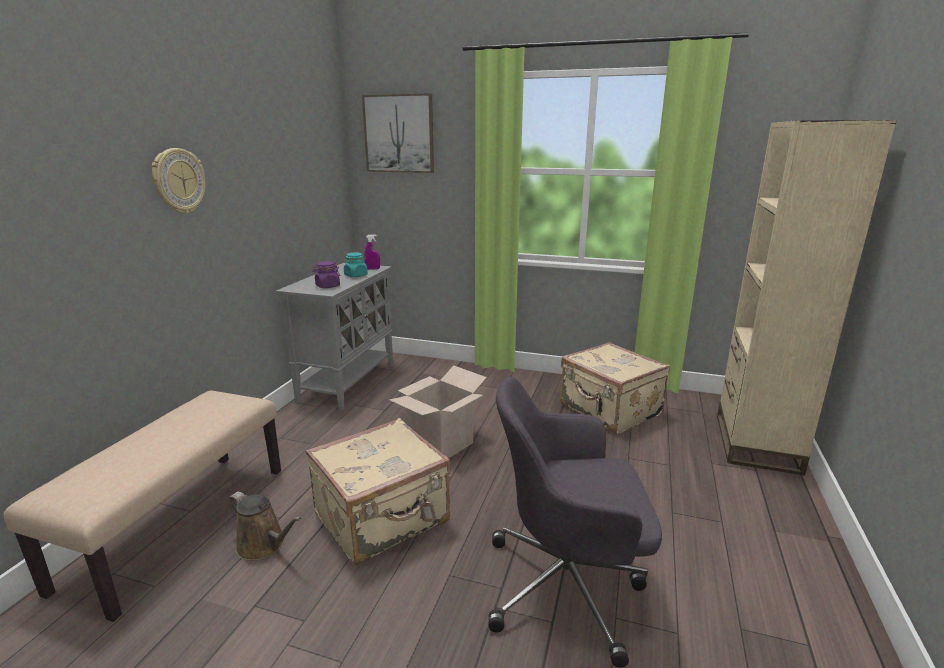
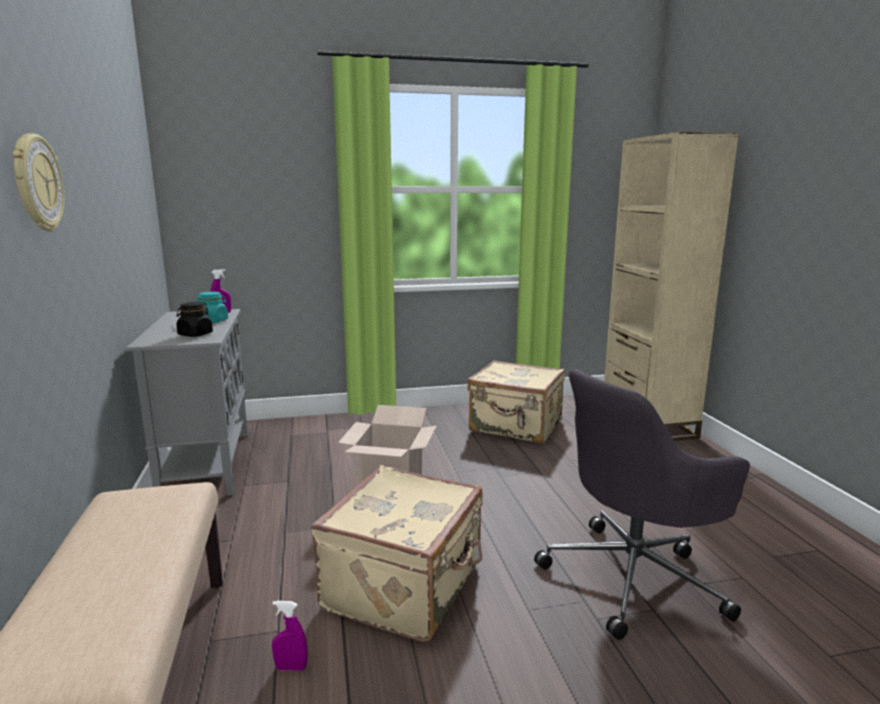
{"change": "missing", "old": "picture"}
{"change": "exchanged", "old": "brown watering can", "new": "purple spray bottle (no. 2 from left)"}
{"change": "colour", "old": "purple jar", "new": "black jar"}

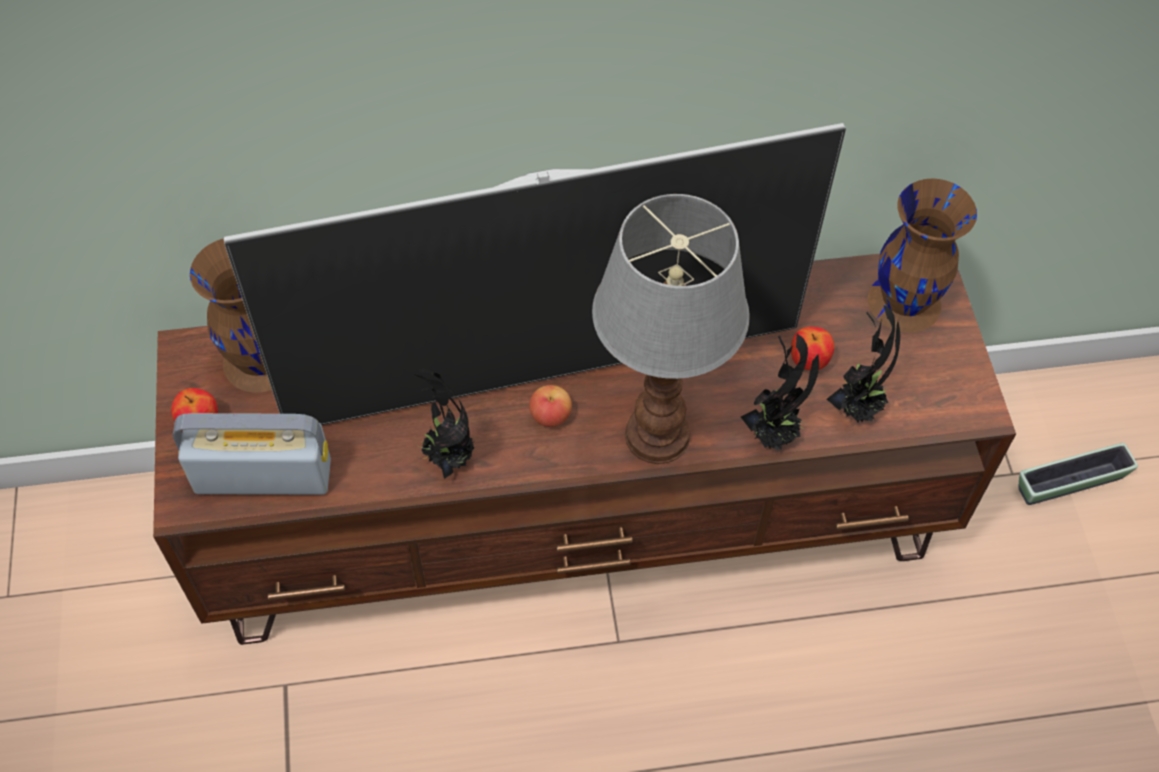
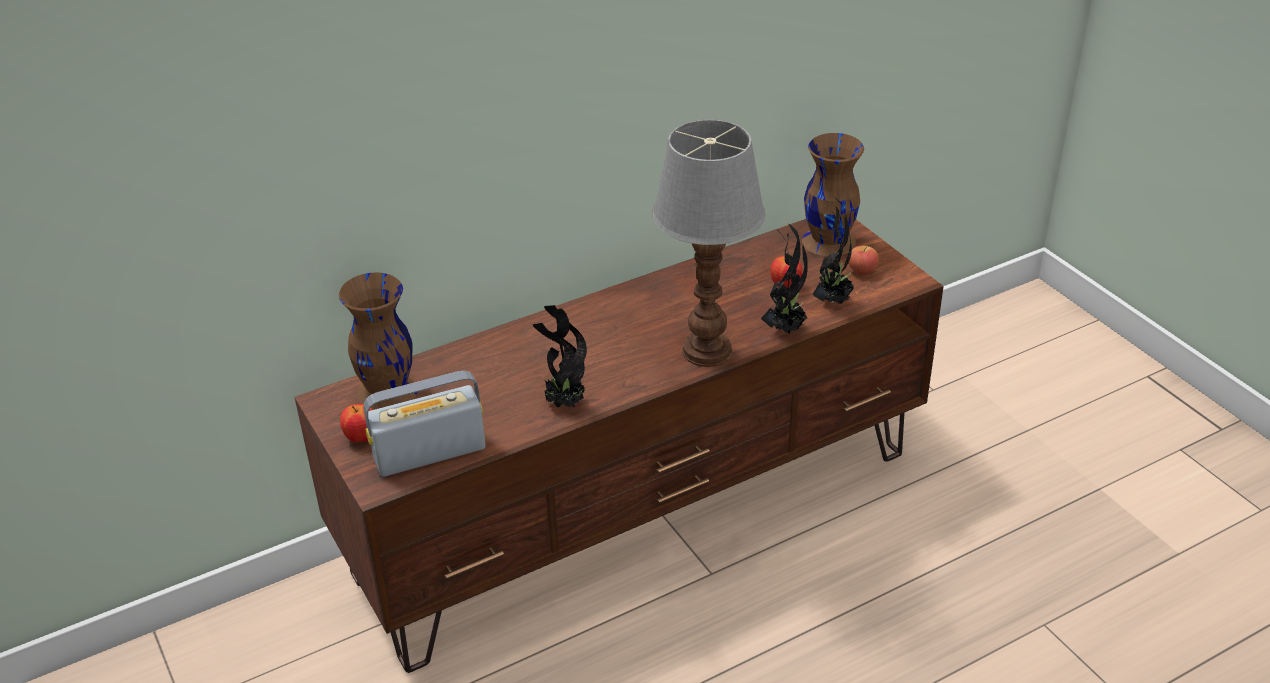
{"change": "missing", "old": "television"}
{"change": "missing", "old": "planter"}
{"change": "relocated", "old": "apple (no. 2 from left in the first image)", "new": "apple (no. 3 from left)"}

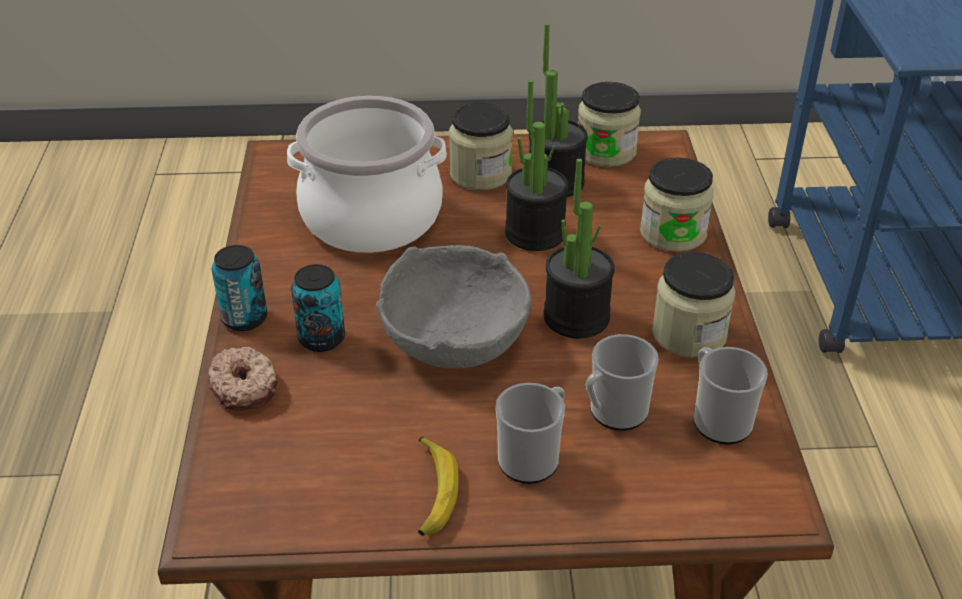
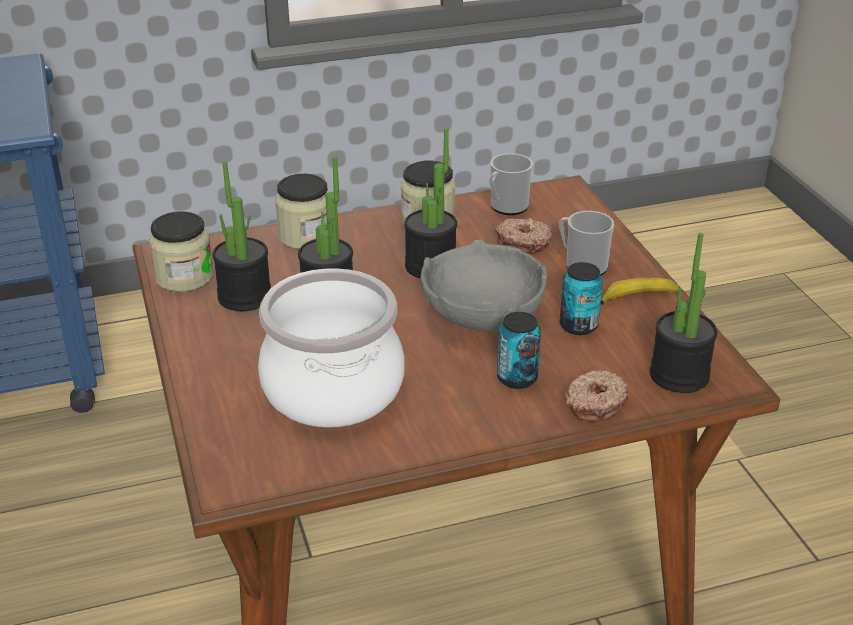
{"change": "missing", "old": "jar (no. 1 from left)"}
{"change": "appeared", "new": "potted plant (no. 4 from left)"}
{"change": "relocated", "old": "can (no. 1 from left in the first image)", "new": "can (no. 2 from left)"}
{"change": "exchanged", "old": "mug (no. 2 from left)", "new": "donut (no. 1 from left)"}

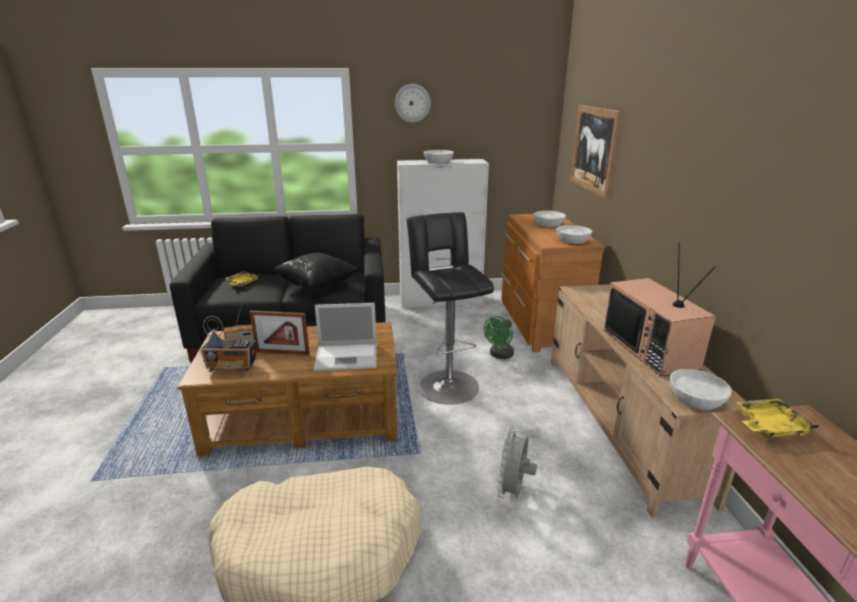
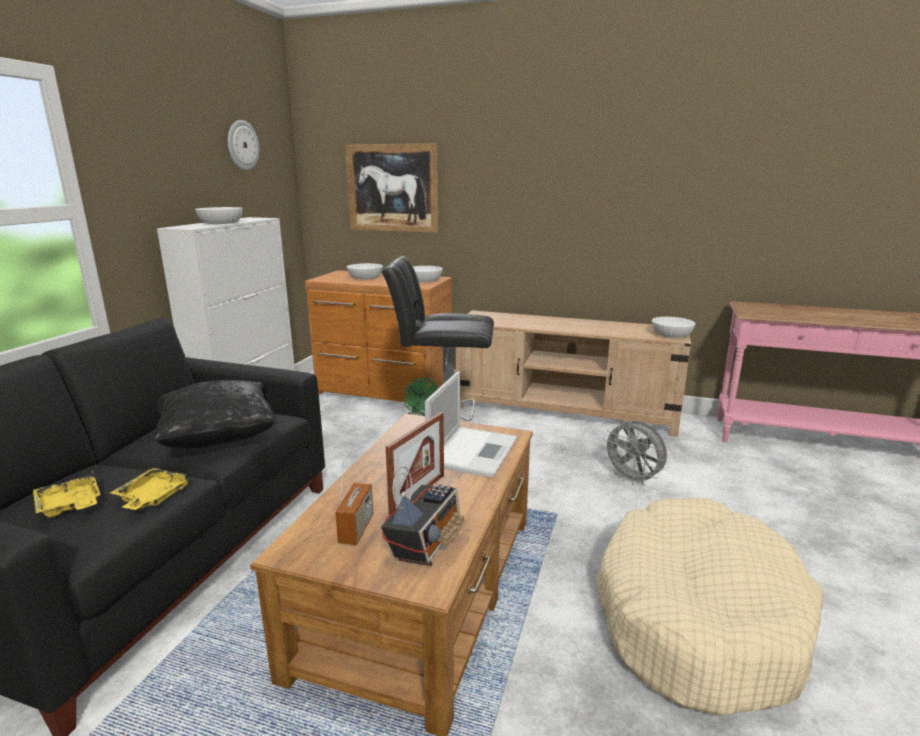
{"change": "missing", "old": "television"}
{"change": "relocated", "old": "wall clock"}
{"change": "relocated", "old": "yellow tray (no. 2 from left)"}

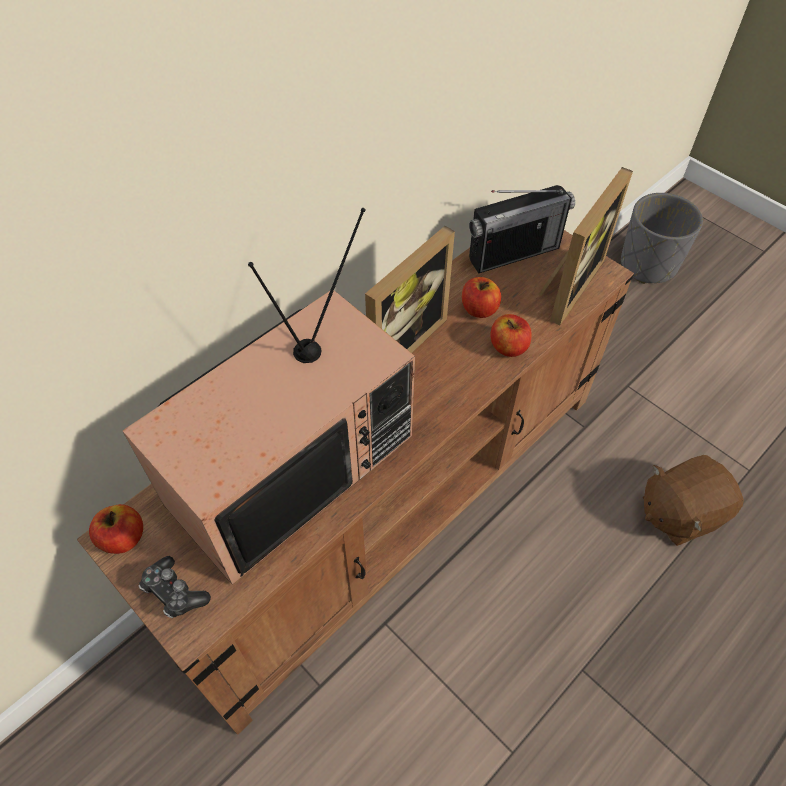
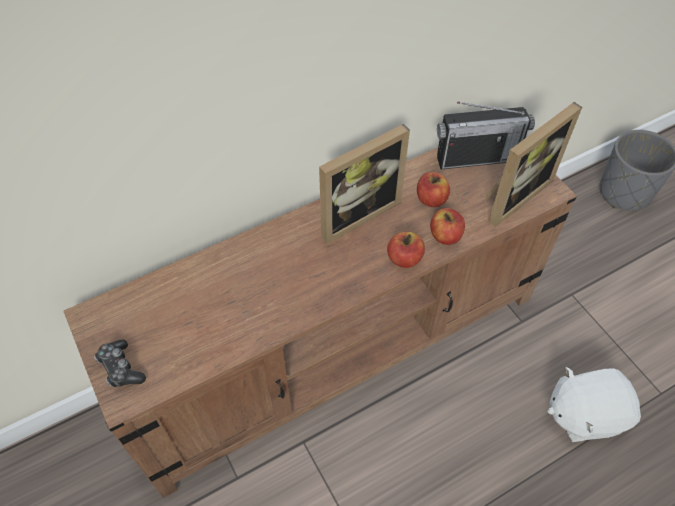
{"change": "missing", "old": "television"}
{"change": "relocated", "old": "apple (no. 1 from left)"}
{"change": "colour", "old": "brown plush toy", "new": "white plush toy"}

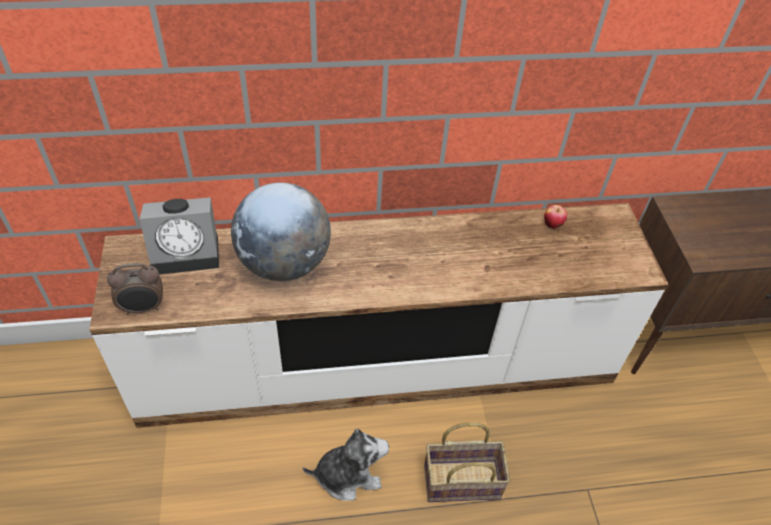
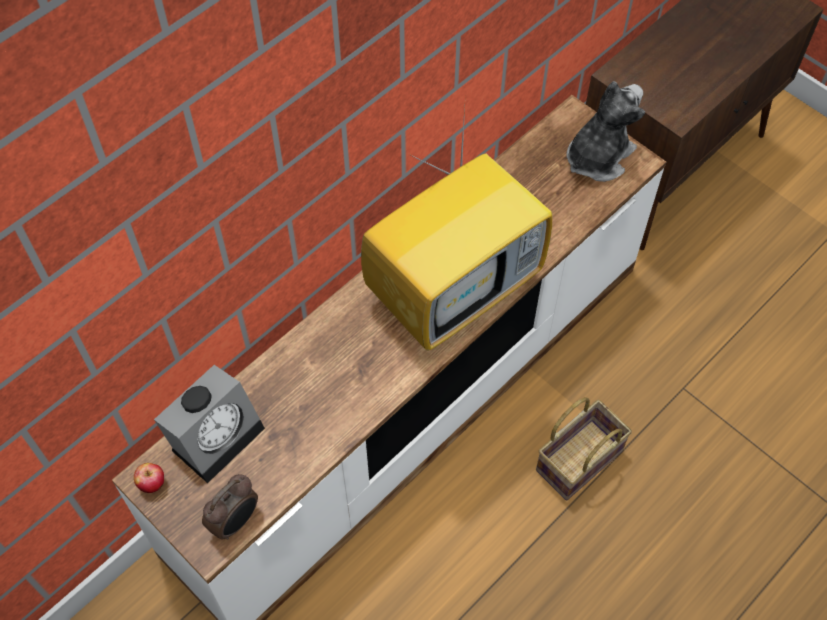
{"change": "missing", "old": "globe"}
{"change": "appeared", "new": "television"}
{"change": "relocated", "old": "plush toy"}
{"change": "relocated", "old": "apple"}

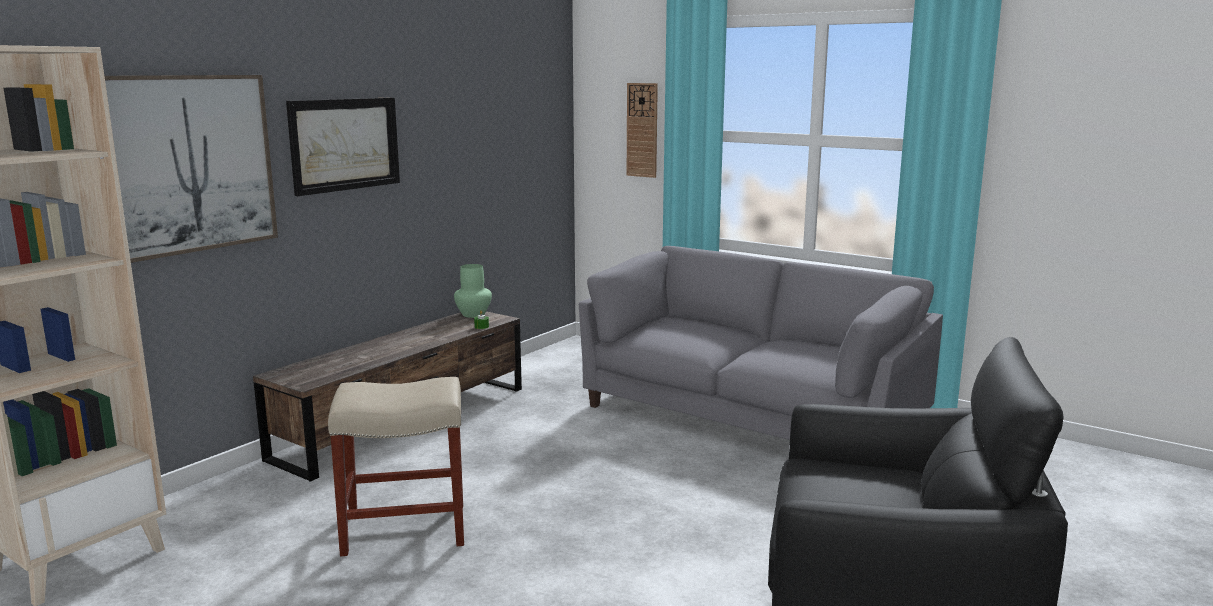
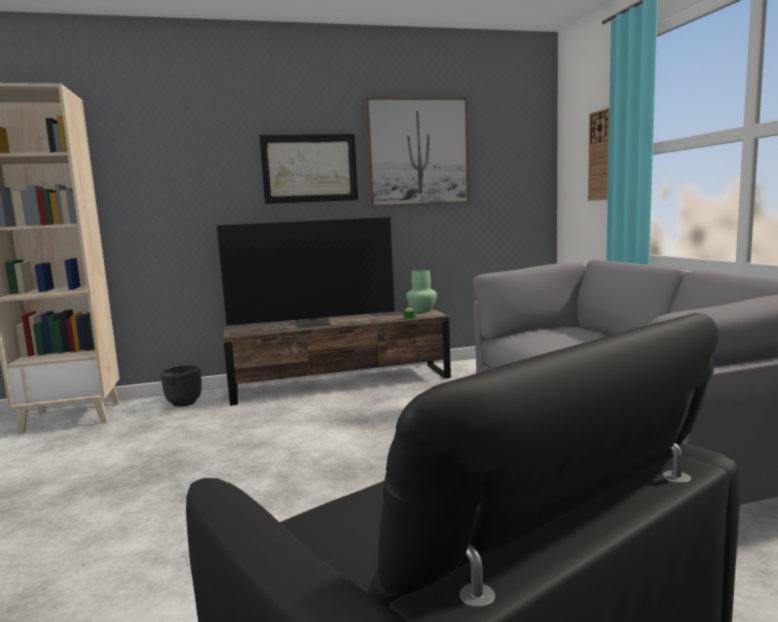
{"change": "missing", "old": "beige stool"}
{"change": "appeared", "new": "black planter"}
{"change": "appeared", "new": "television"}
{"change": "relocated", "old": "picture (no. 1 from left in the first image)", "new": "picture (no. 2 from left)"}

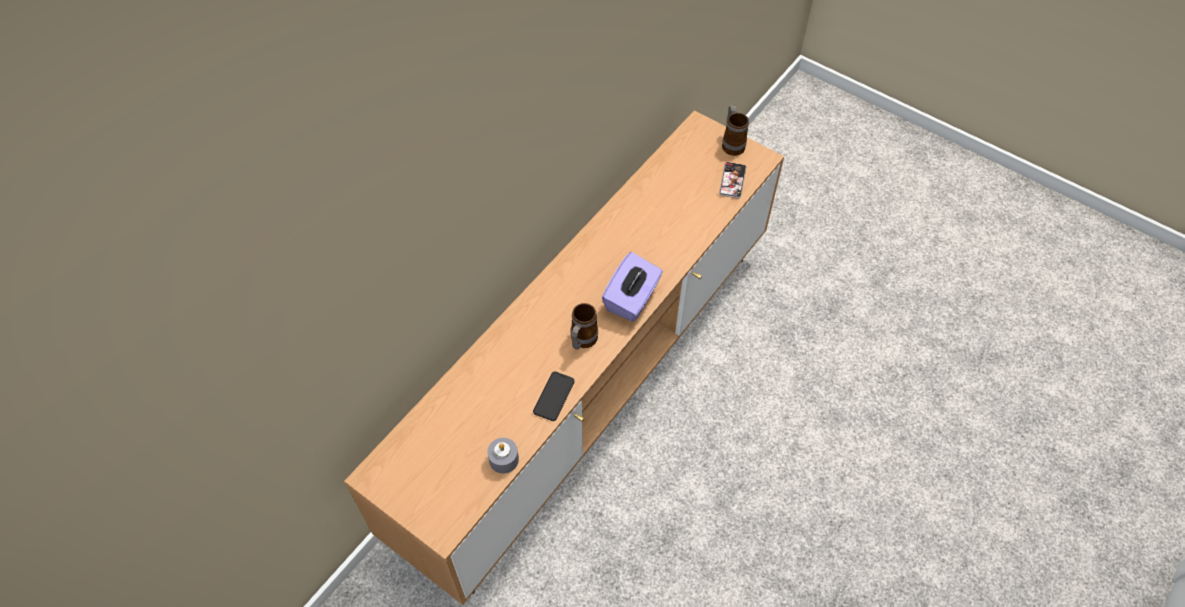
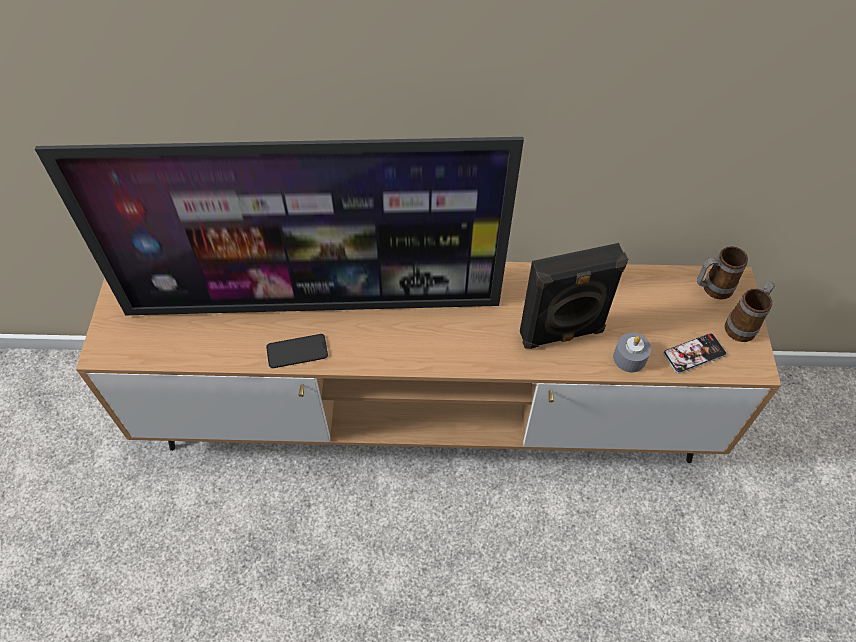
{"change": "missing", "old": "purple tissue box"}
{"change": "appeared", "new": "television"}
{"change": "appeared", "new": "black speaker"}
{"change": "relocated", "old": "grey candle"}
{"change": "relocated", "old": "mug (no. 1 from left)"}

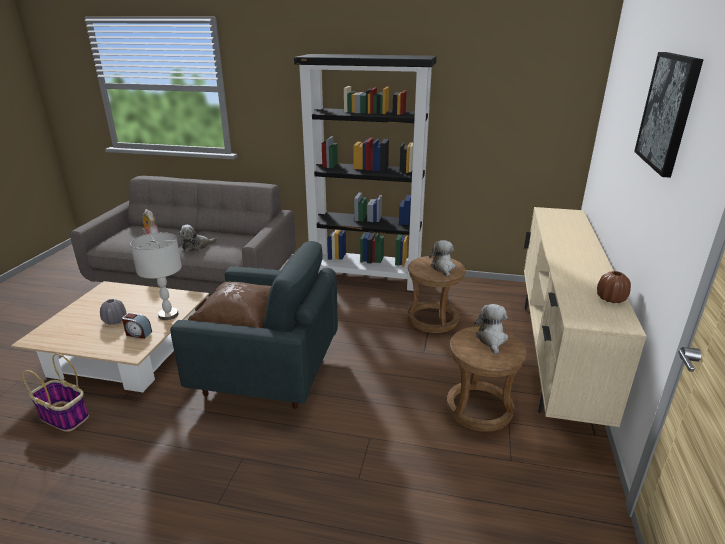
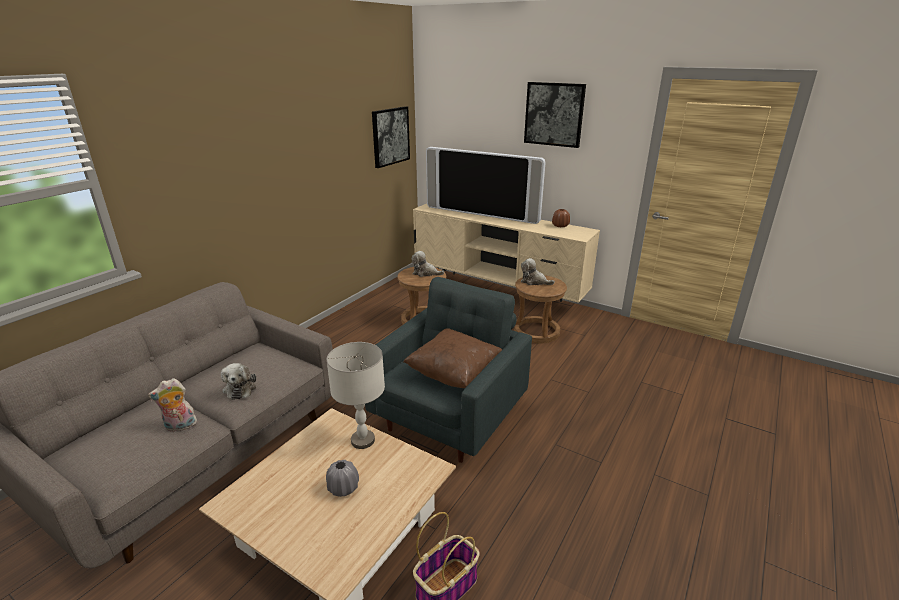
{"change": "missing", "old": "alarm clock"}
{"change": "missing", "old": "black bookcase"}
{"change": "appeared", "new": "picture (no. 1 from left)"}
{"change": "appeared", "new": "television"}

